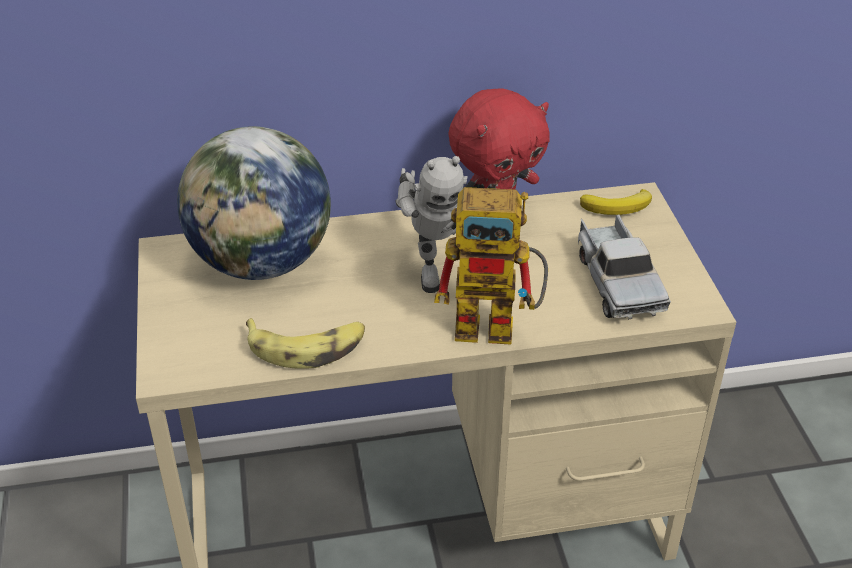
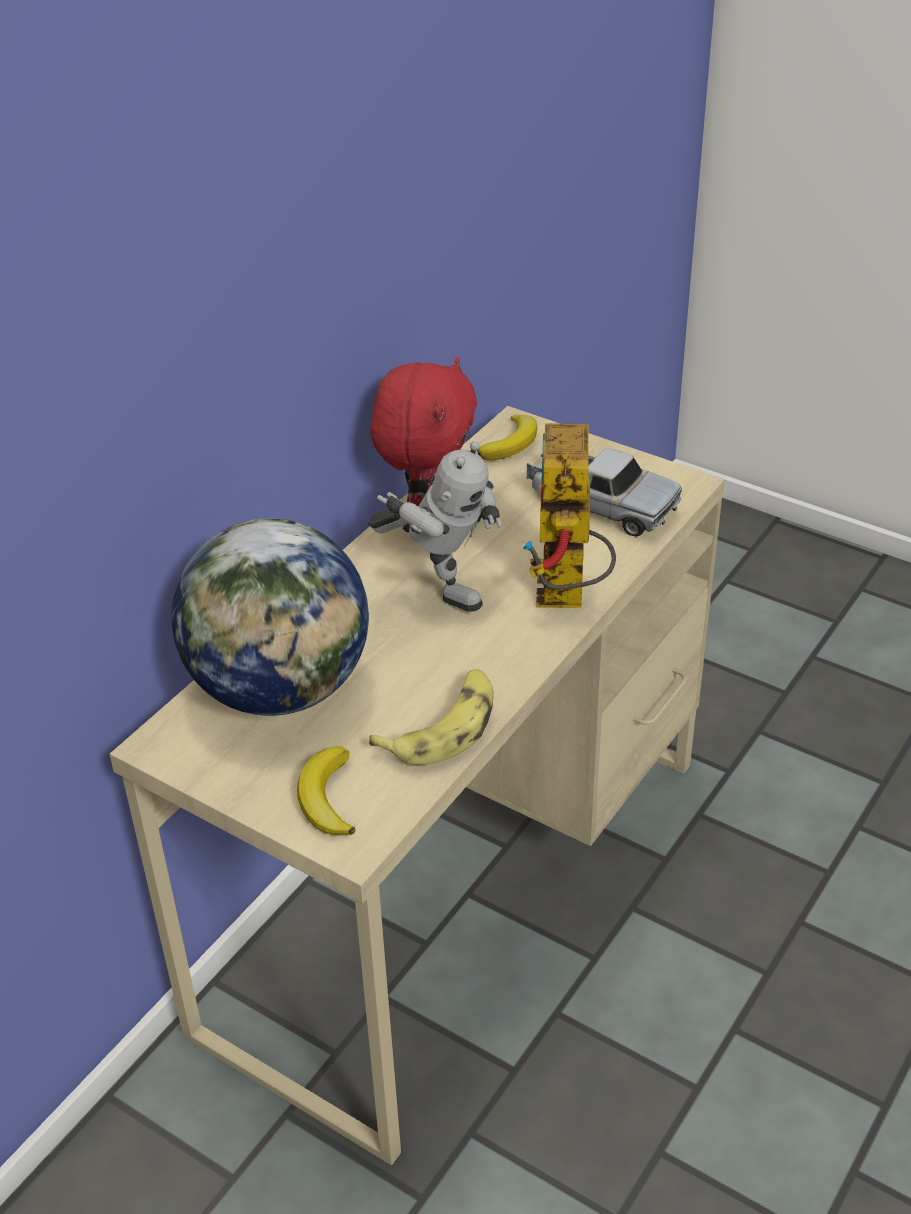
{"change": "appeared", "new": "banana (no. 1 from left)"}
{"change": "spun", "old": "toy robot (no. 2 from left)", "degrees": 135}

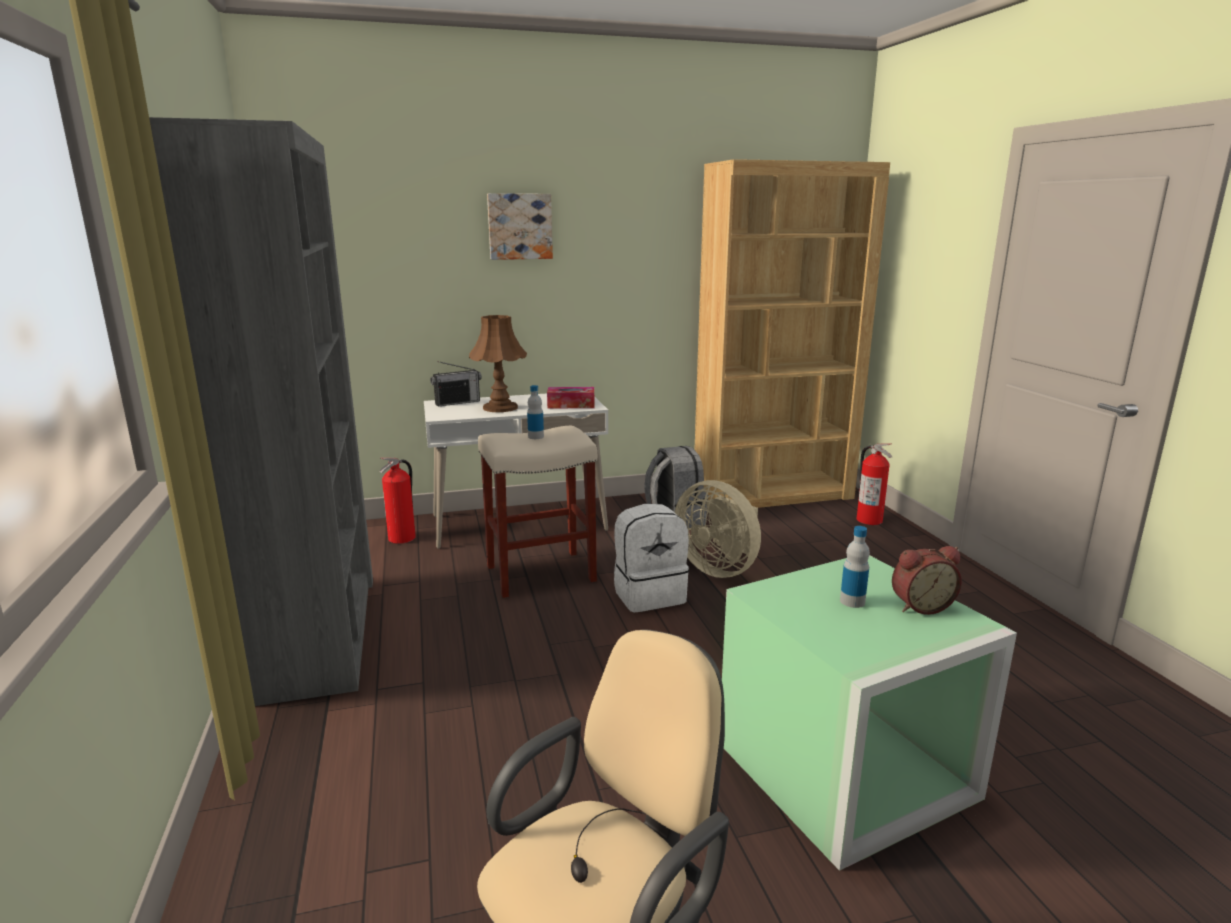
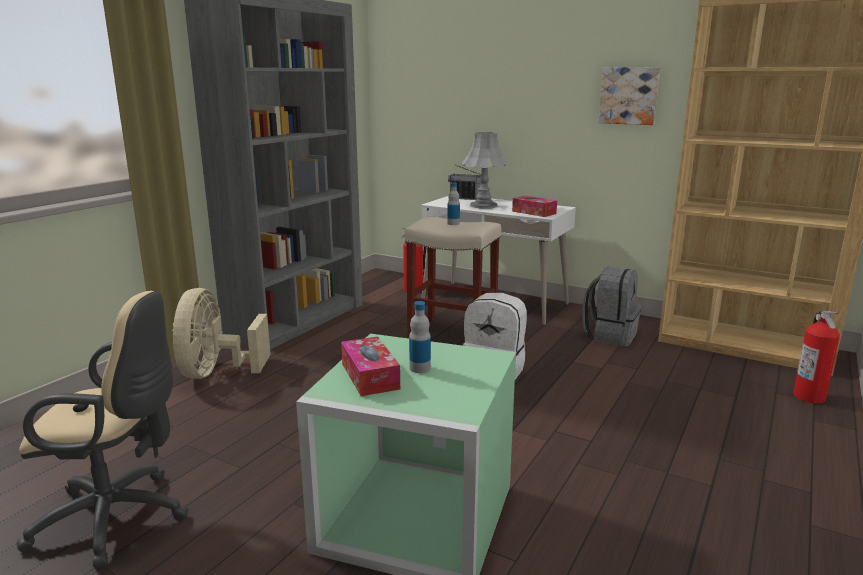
{"change": "missing", "old": "alarm clock"}
{"change": "appeared", "new": "tissue box (no. 1 from left)"}
{"change": "relocated", "old": "picture"}
{"change": "relocated", "old": "beige fan"}
{"change": "colour", "old": "brown table lamp", "new": "grey table lamp"}

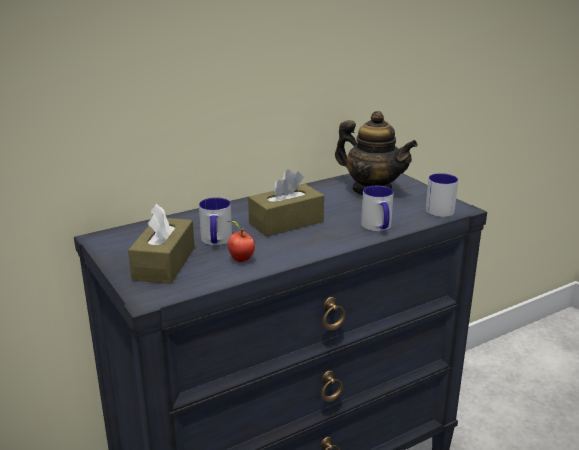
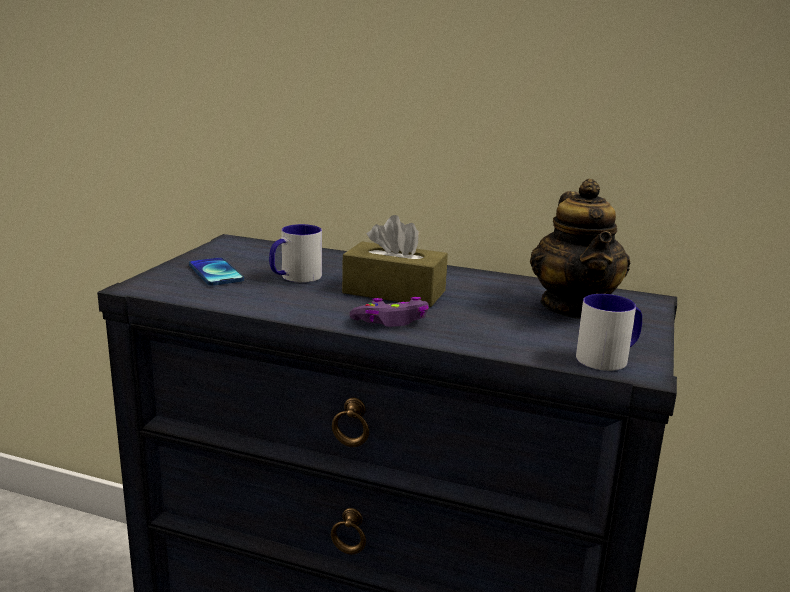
{"change": "missing", "old": "apple"}
{"change": "missing", "old": "mug (no. 2 from left)"}
{"change": "appeared", "new": "purple game controller"}
{"change": "exchanged", "old": "brown tissue box (no. 1 from left)", "new": "phone"}

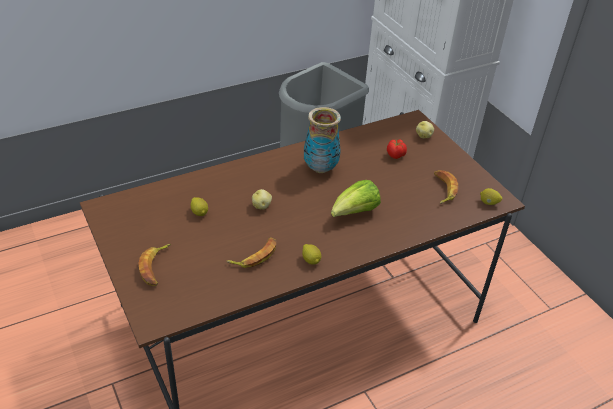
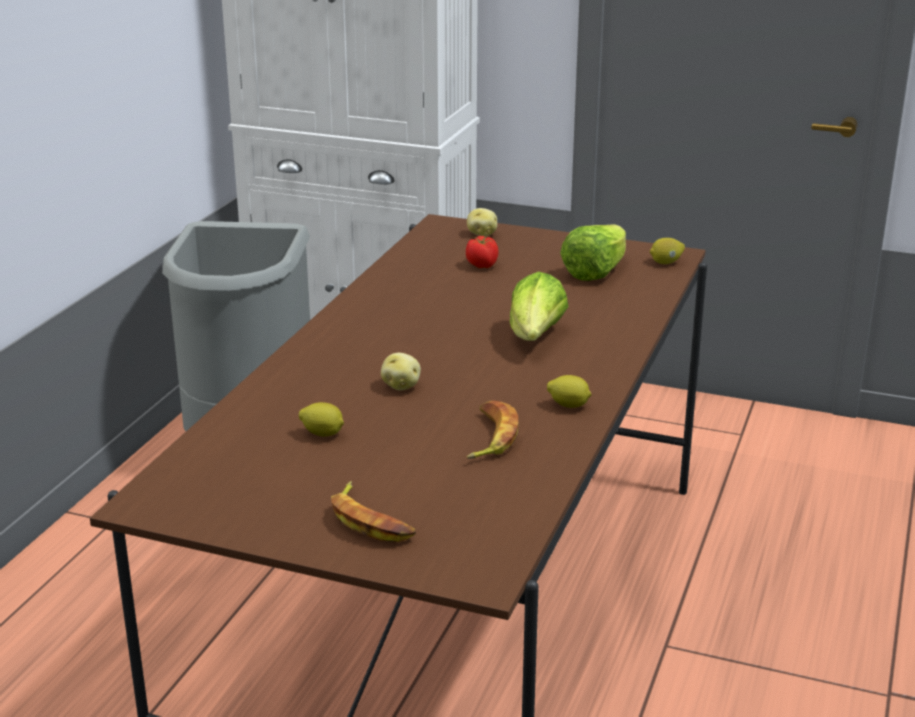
{"change": "missing", "old": "vase"}
{"change": "exchanged", "old": "banana (no. 3 from left)", "new": "lettuce (no. 2 from left)"}

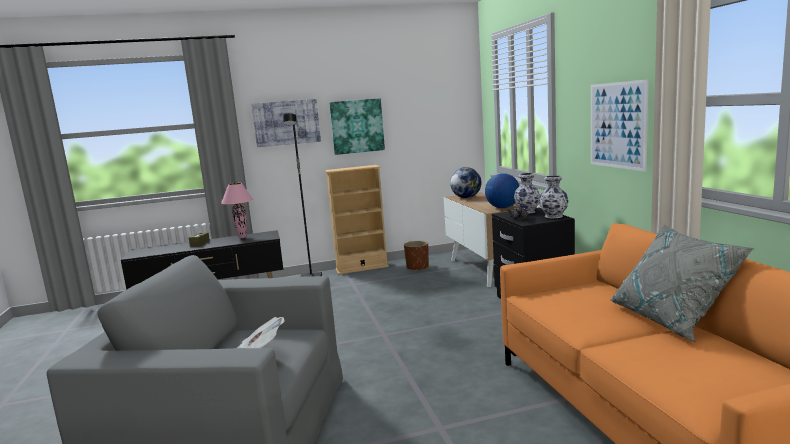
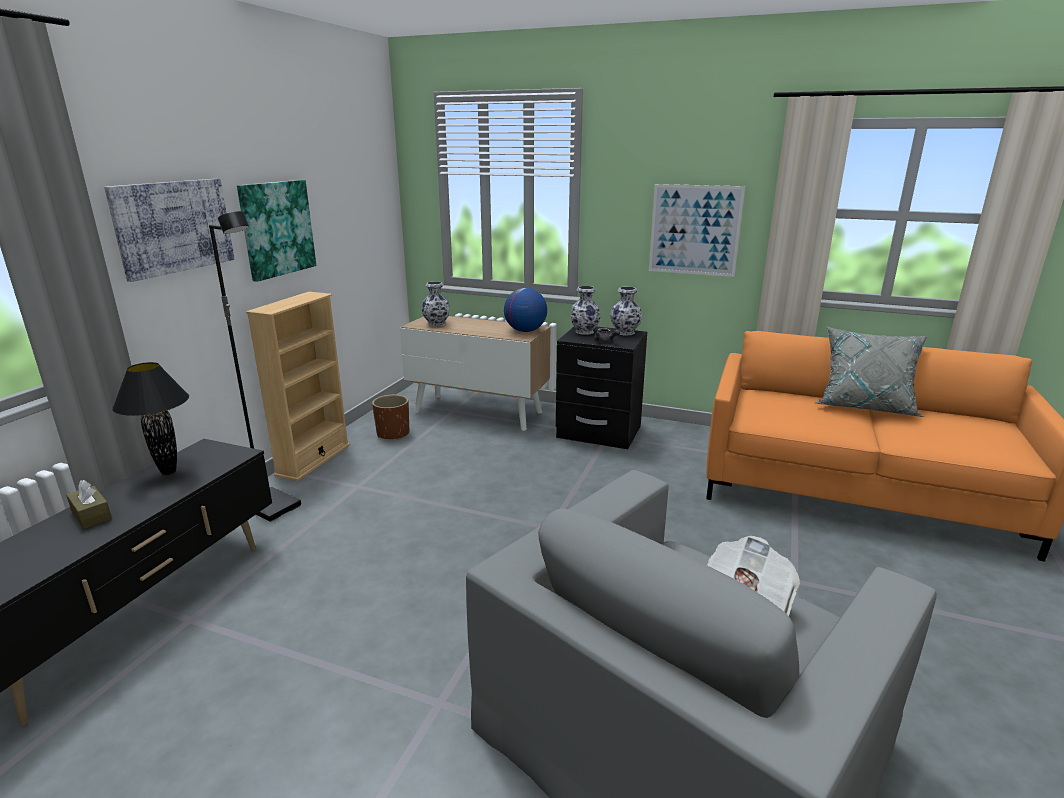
{"change": "exchanged", "old": "globe (no. 1 from left)", "new": "vase (no. 1 from left)"}
{"change": "colour", "old": "pink table lamp", "new": "black table lamp"}

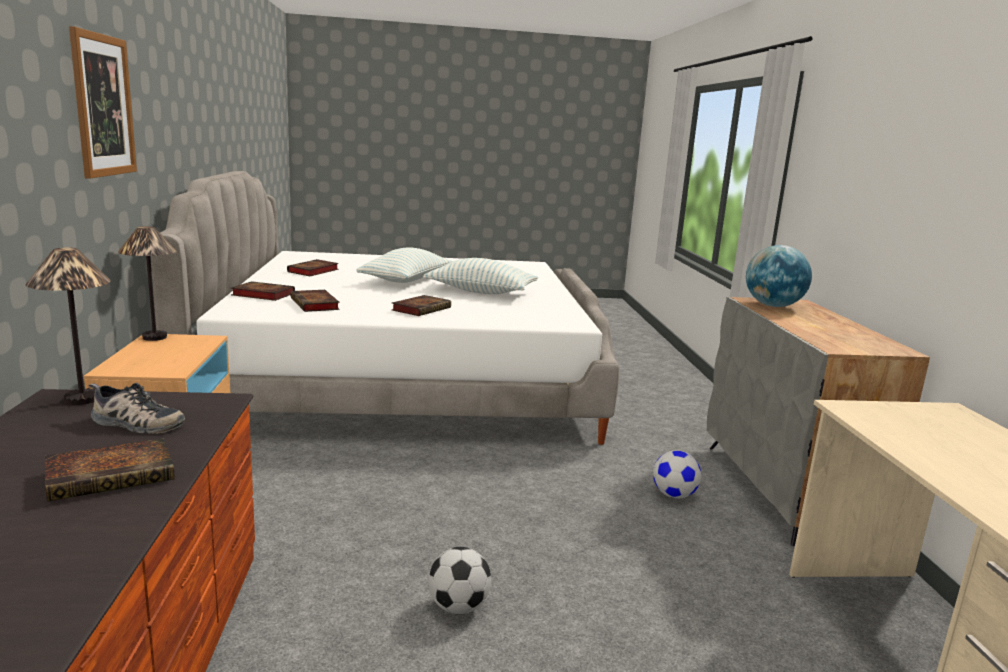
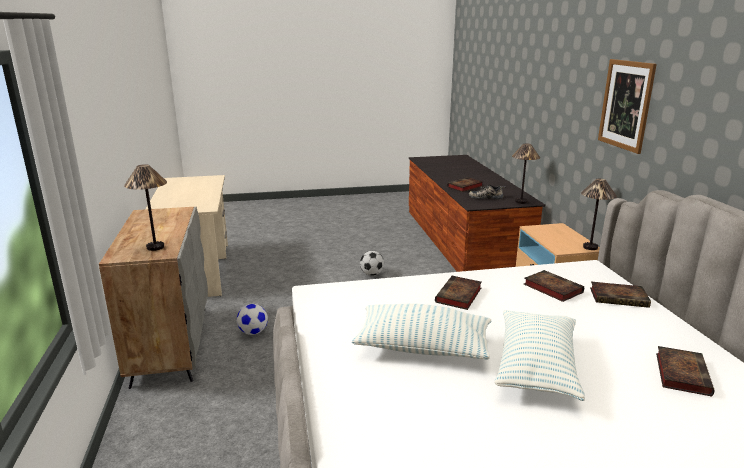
{"change": "exchanged", "old": "globe", "new": "table lamp (no. 1 from left)"}

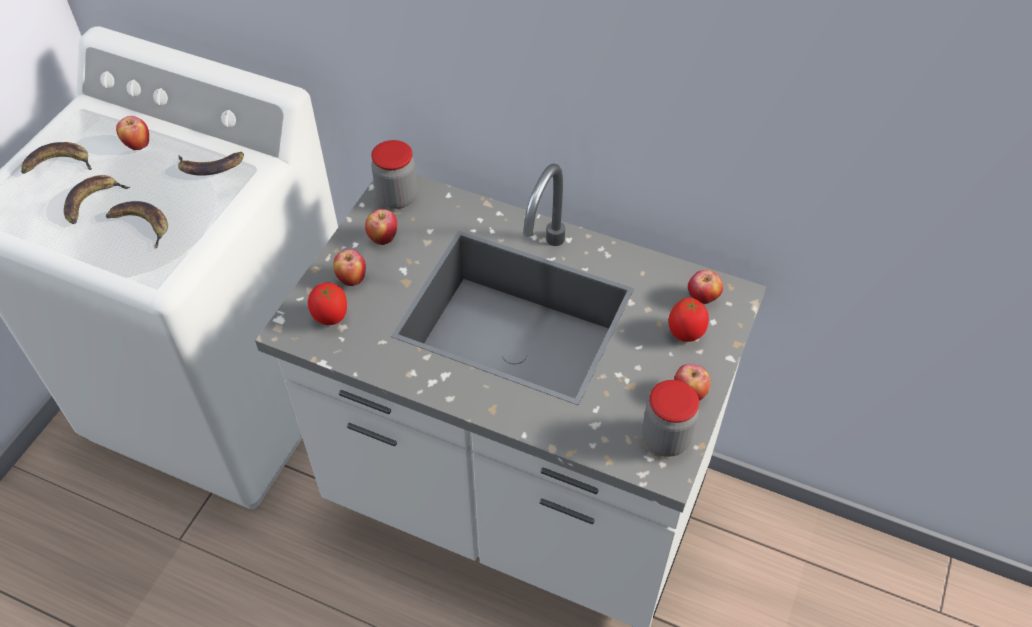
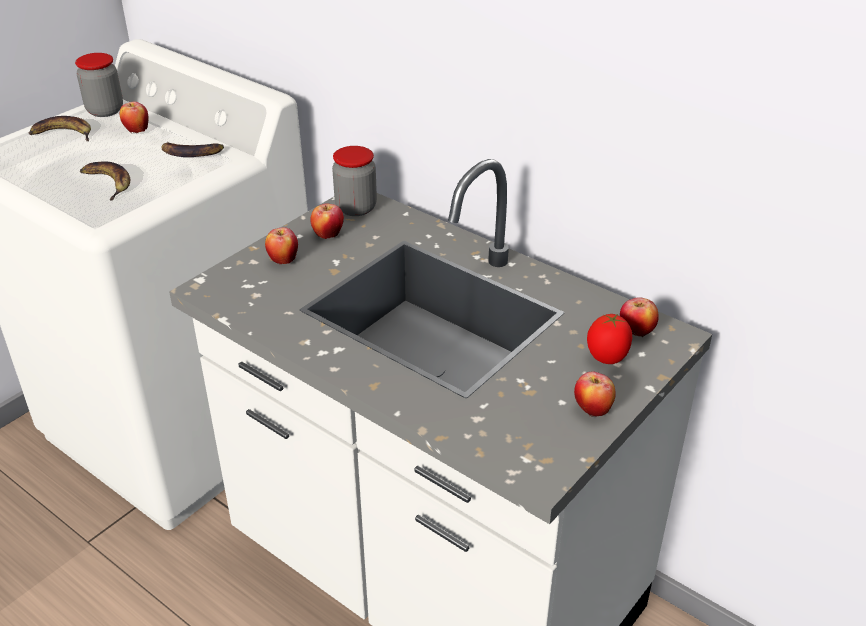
{"change": "missing", "old": "banana (no. 2 from left)"}
{"change": "missing", "old": "tomato (no. 1 from left)"}
{"change": "relocated", "old": "jar (no. 2 from left in the first image)", "new": "jar (no. 1 from left)"}

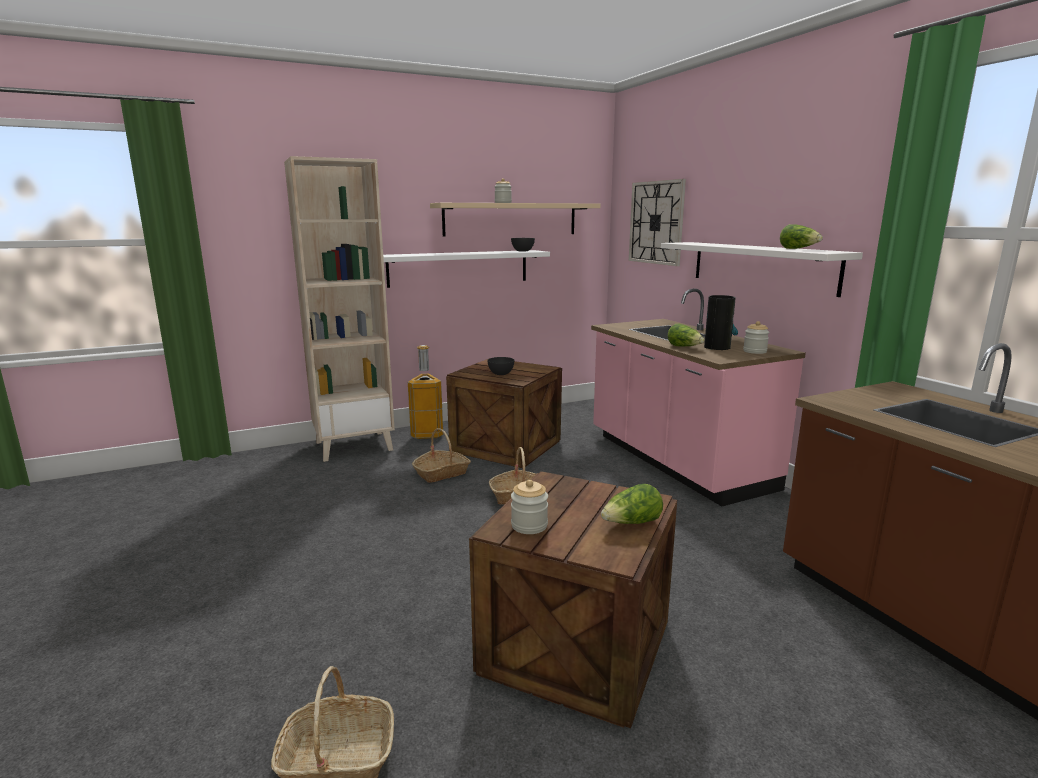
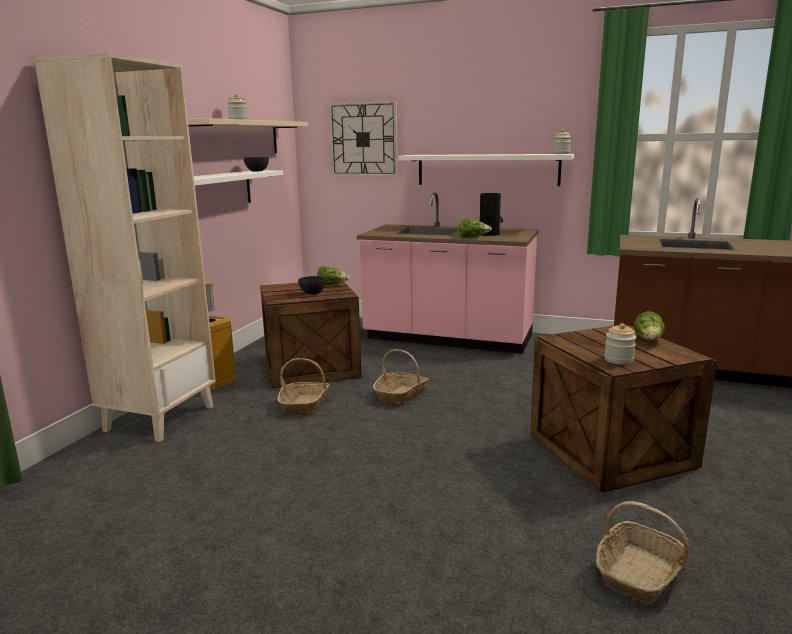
{"change": "relocated", "old": "jar (no. 3 from left in the first image)", "new": "jar (no. 2 from left)"}
{"change": "relocated", "old": "lettuce (no. 3 from left in the first image)", "new": "lettuce (no. 1 from left)"}

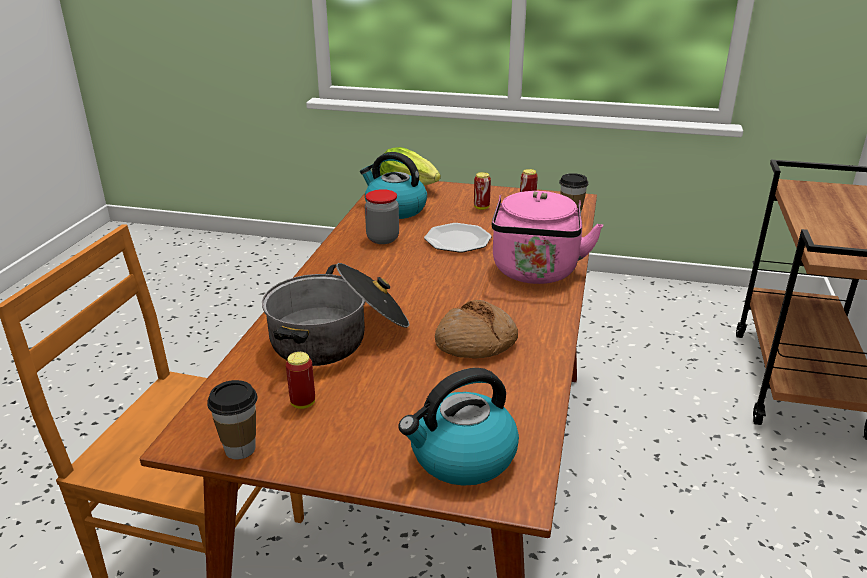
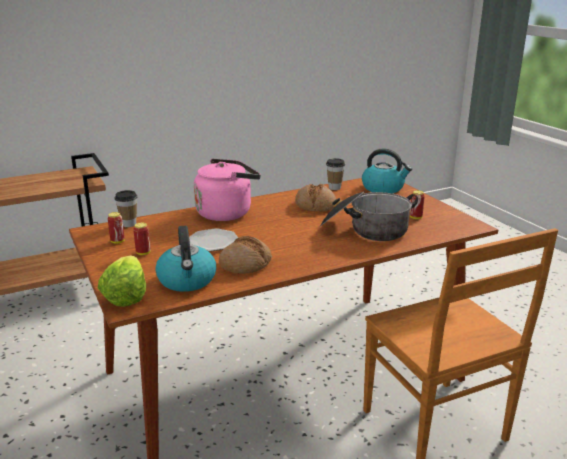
{"change": "relocated", "old": "cup (no. 1 from left in the first image)", "new": "cup (no. 2 from left)"}
{"change": "exchanged", "old": "jar", "new": "bread (no. 1 from left)"}

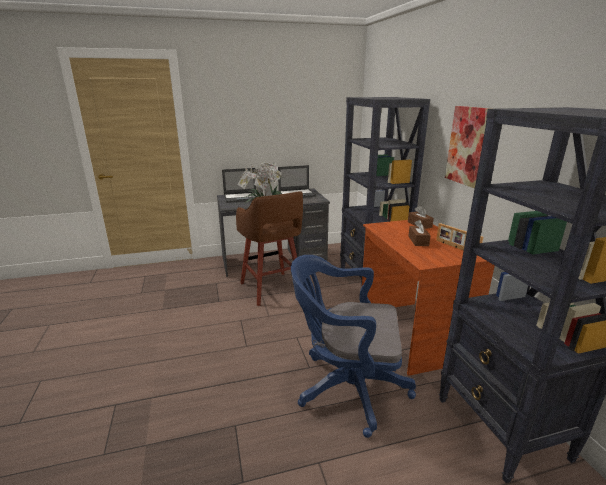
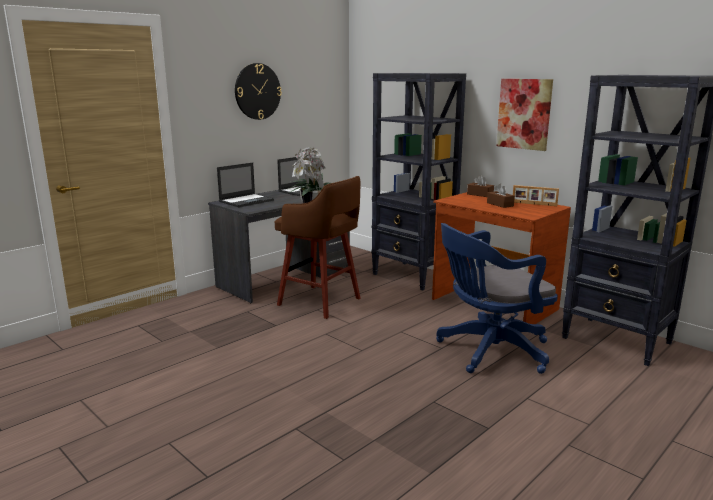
{"change": "appeared", "new": "wall clock"}

